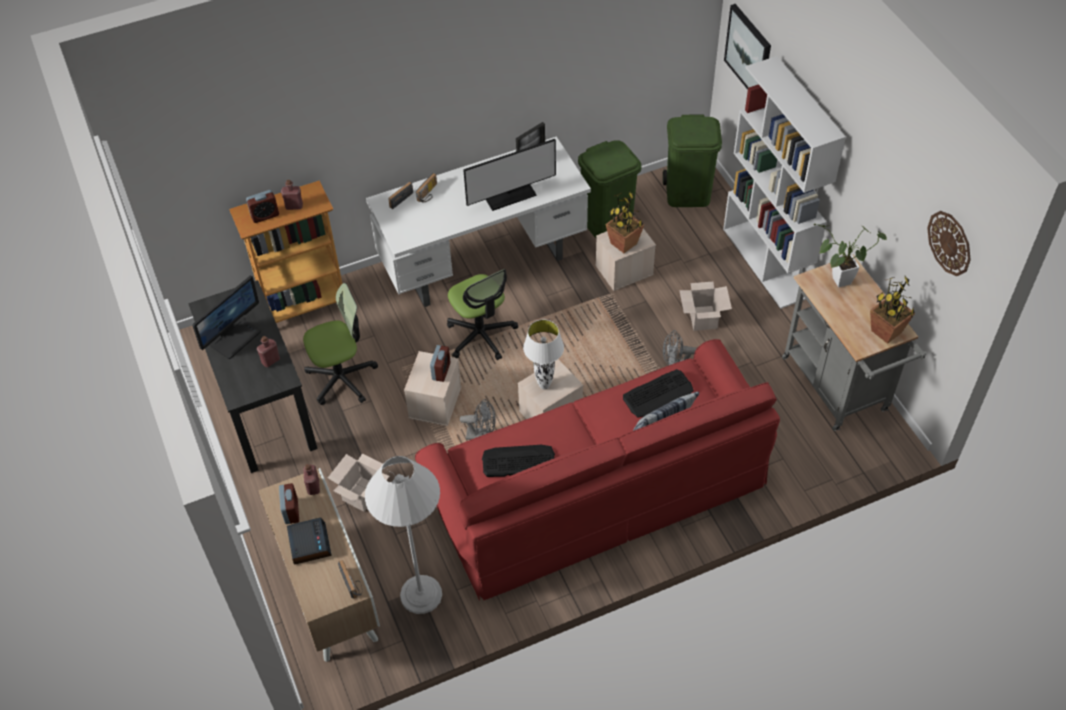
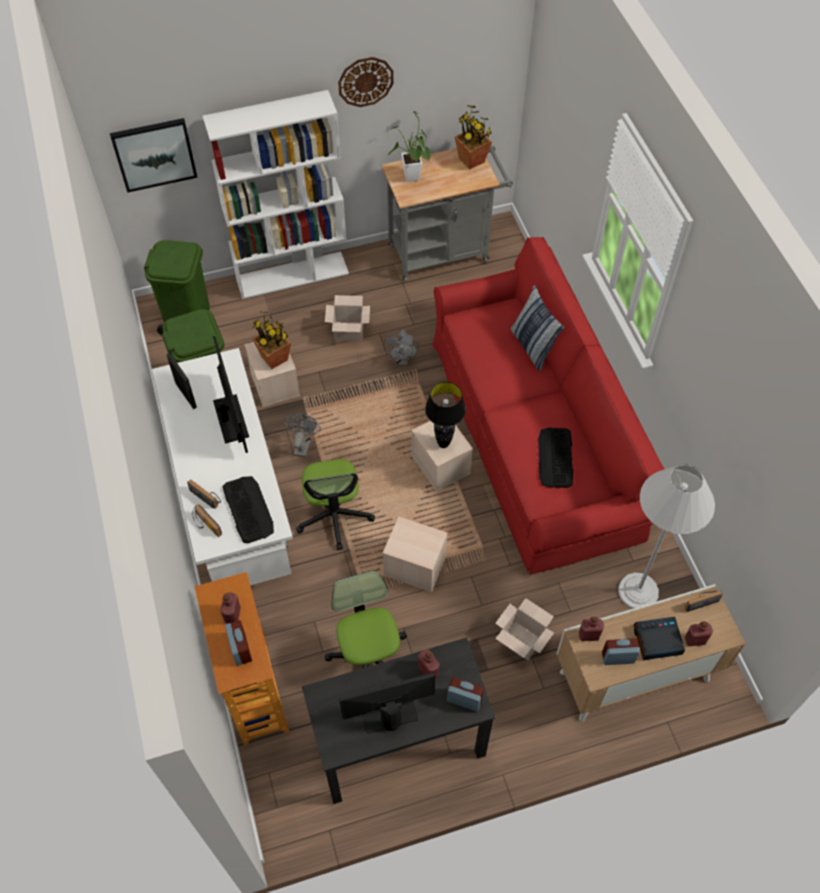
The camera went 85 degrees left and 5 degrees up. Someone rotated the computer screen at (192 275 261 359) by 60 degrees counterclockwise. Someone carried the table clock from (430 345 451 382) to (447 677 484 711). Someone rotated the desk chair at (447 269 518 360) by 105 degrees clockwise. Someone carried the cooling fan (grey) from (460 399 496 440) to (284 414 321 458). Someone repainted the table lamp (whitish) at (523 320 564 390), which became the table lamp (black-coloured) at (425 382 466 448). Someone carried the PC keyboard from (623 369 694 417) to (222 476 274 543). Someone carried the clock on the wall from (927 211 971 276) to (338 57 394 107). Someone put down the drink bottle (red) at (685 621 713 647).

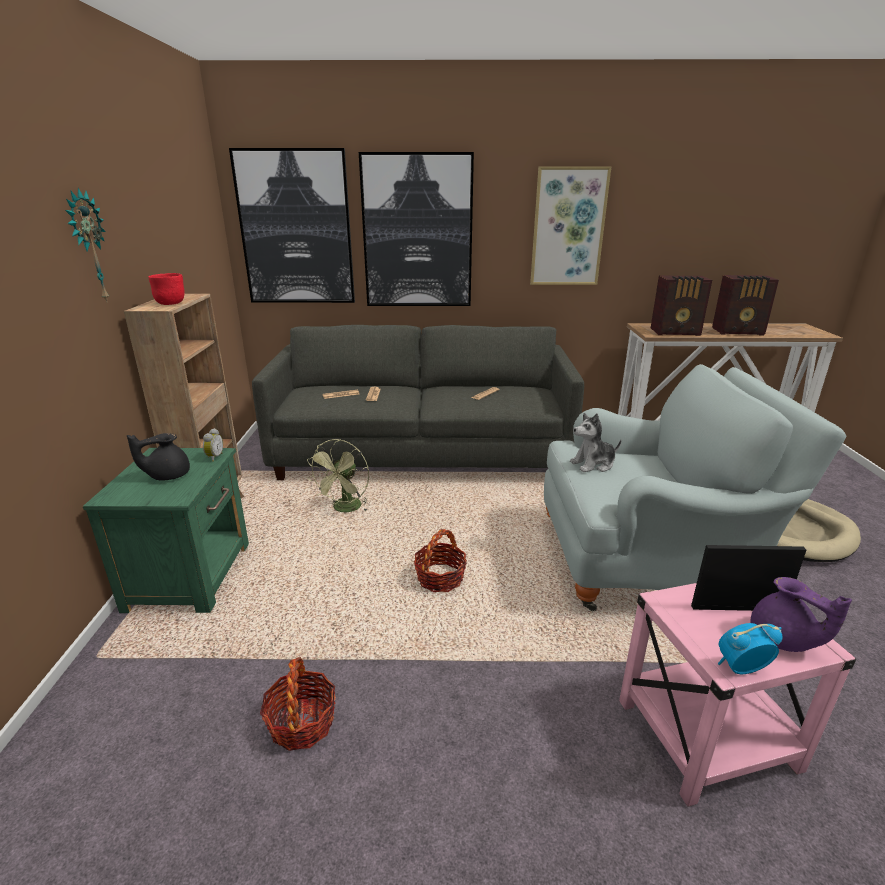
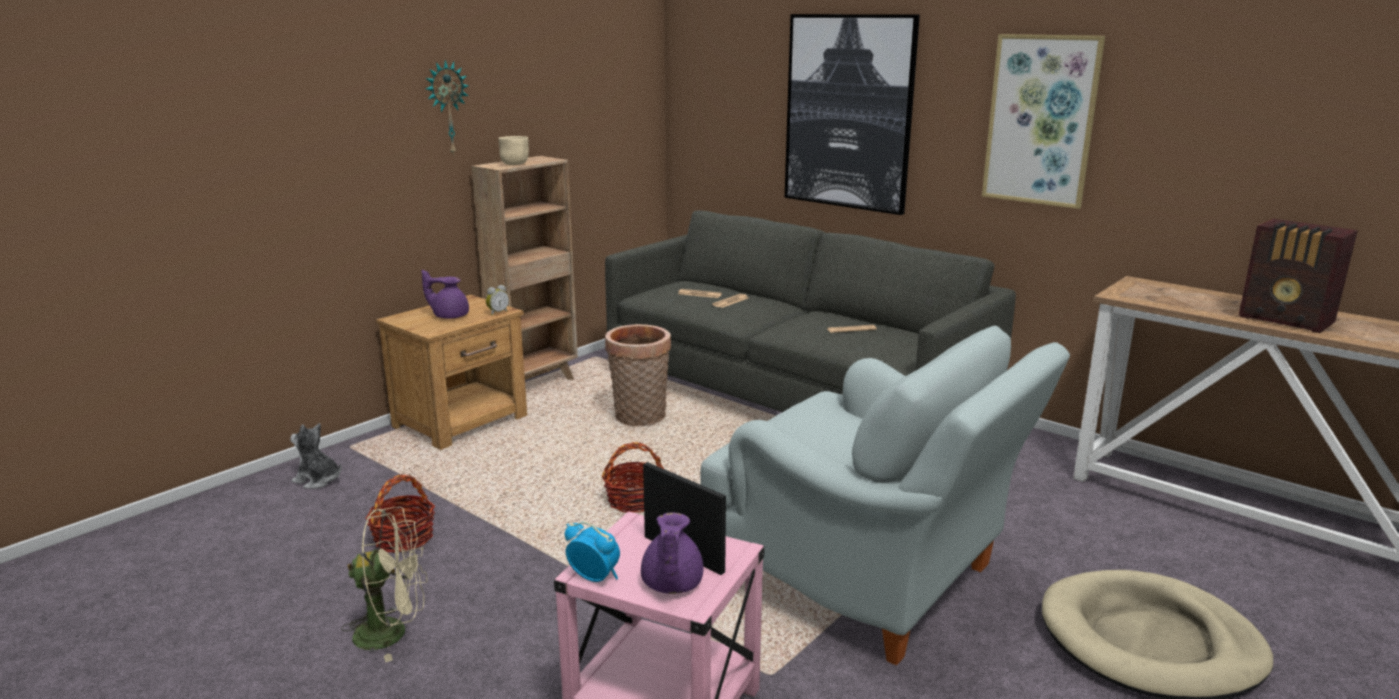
The camera went 40 degrees right and 5 degrees down. Someone repainted the night table (greenish) at (83 448 249 613), which became the night table (brown-coloured) at (376 295 527 450). Someone repainted the tea pot (black-coloured) at (127 433 190 481), which became the tea pot (purple) at (421 270 469 319). Someone repainted the serving bowl (red) at (148 273 185 305), which became the serving bowl (beige-coloured) at (498 136 529 165). Someone took away the wall picture at (229 148 355 303). Someone swapped the cooling fan (greenish) at (307 439 369 512) for the storage basket at (605 324 671 426). Someone carried the cuddly toy from (570 413 622 472) to (290 423 342 489). Someone took away the radio receiver at (651 275 712 336). Someone put down the cooling fan (beige-coloured) at (341 506 427 662).

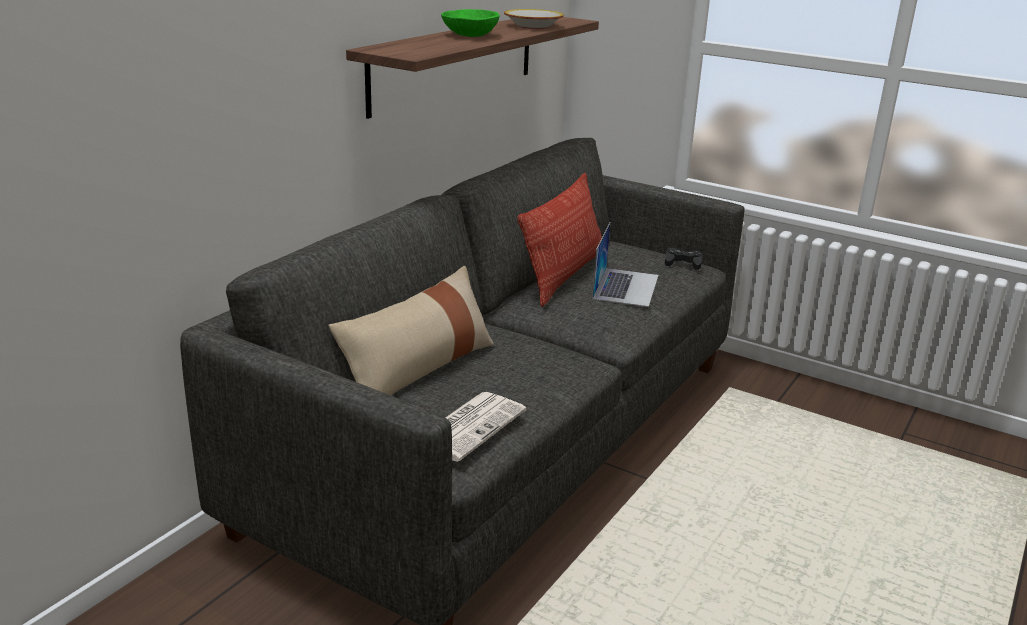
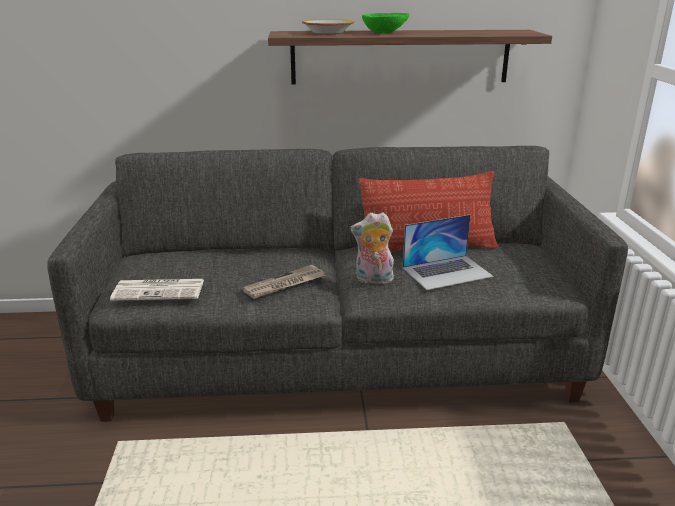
The camera went 55 degrees right and 0 degrees up. Someone took away the pillow (beige-coloured) at (328 266 494 395). Someone carried the serving bowl from (504 9 564 29) to (302 19 354 35). Someone took away the joypad (black-coloured) at (665 248 702 270). Someone put down the daily paper at (242 265 325 299). Someone put down the cuddly toy at (350 212 394 284).

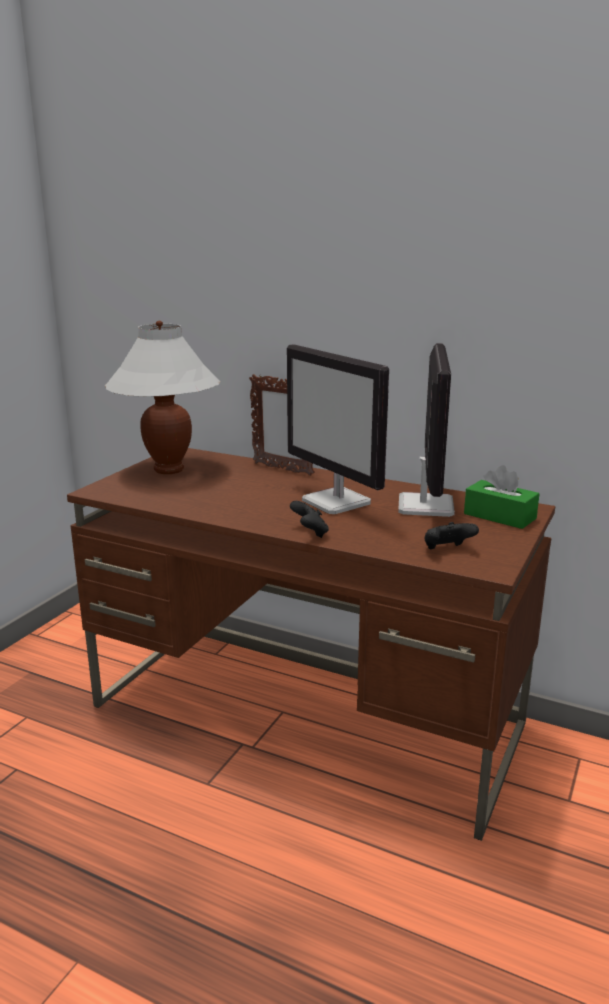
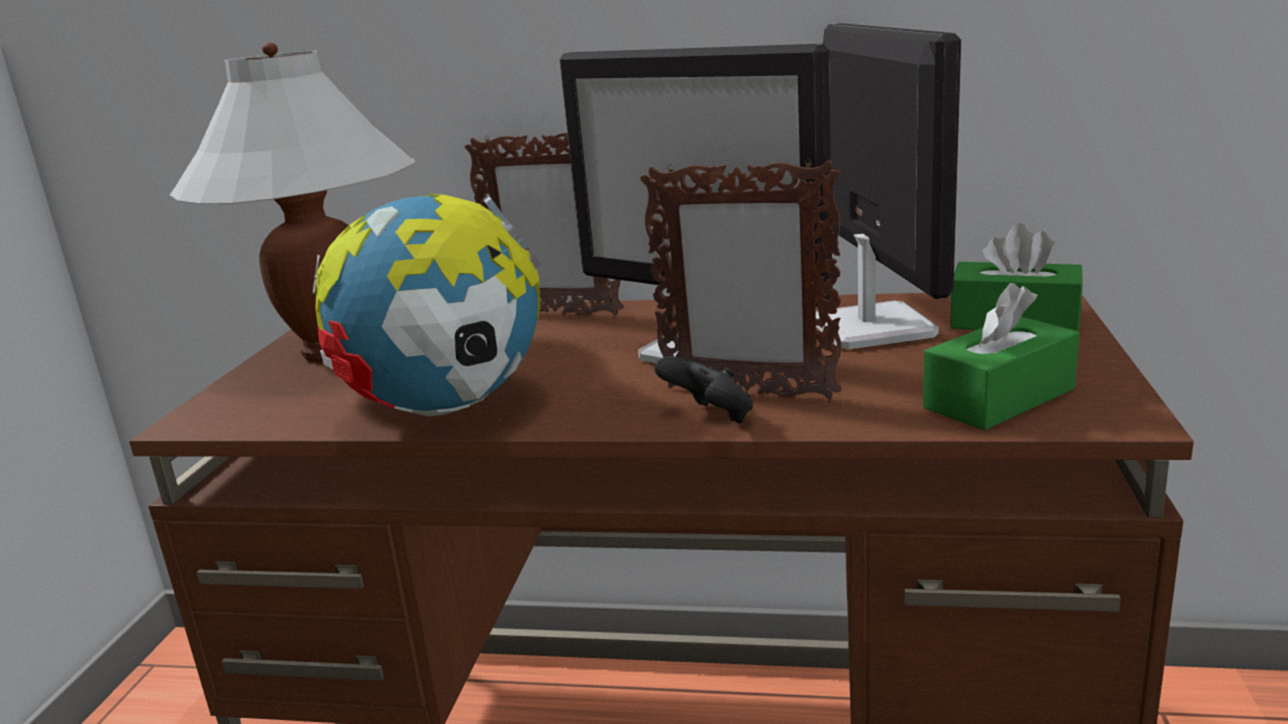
The camera went 15 degrees left and 0 degrees up. Someone swapped the joypad (black-coloured) at (425 522 479 549) for the box of tissues (greenish) at (923 283 1079 430). Someone put down the desk globe at (313 194 541 416). Someone put down the standing frame at (640 159 842 399).

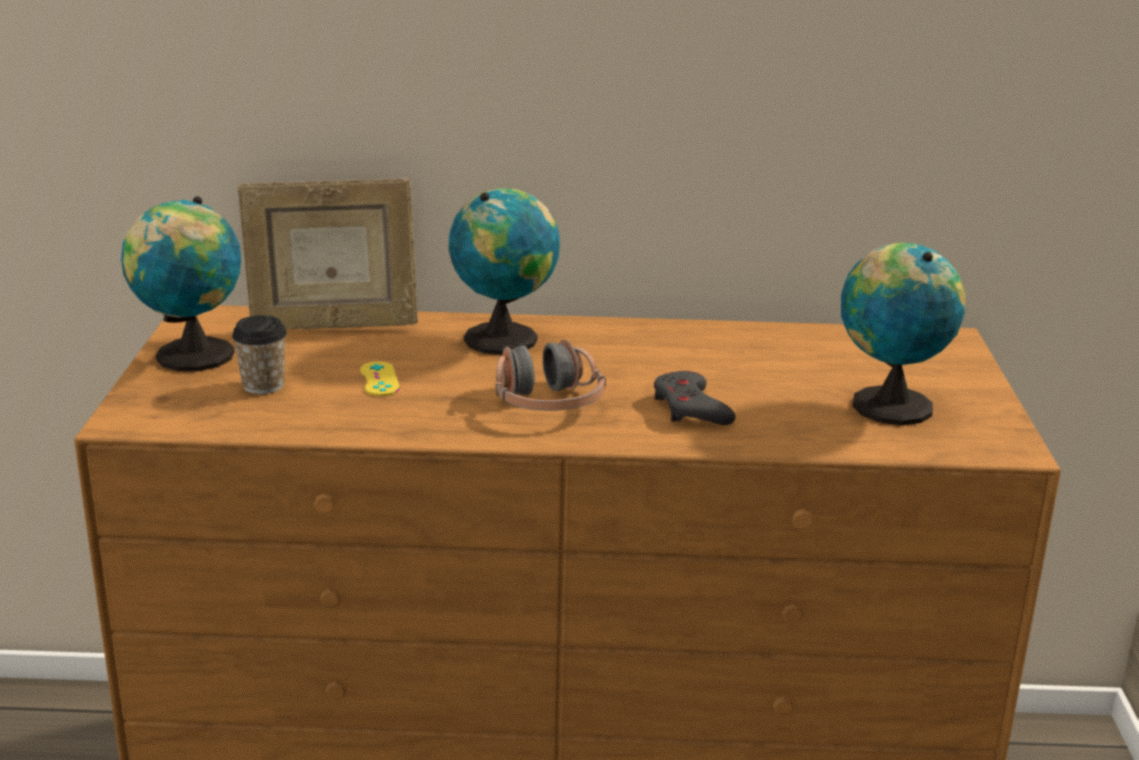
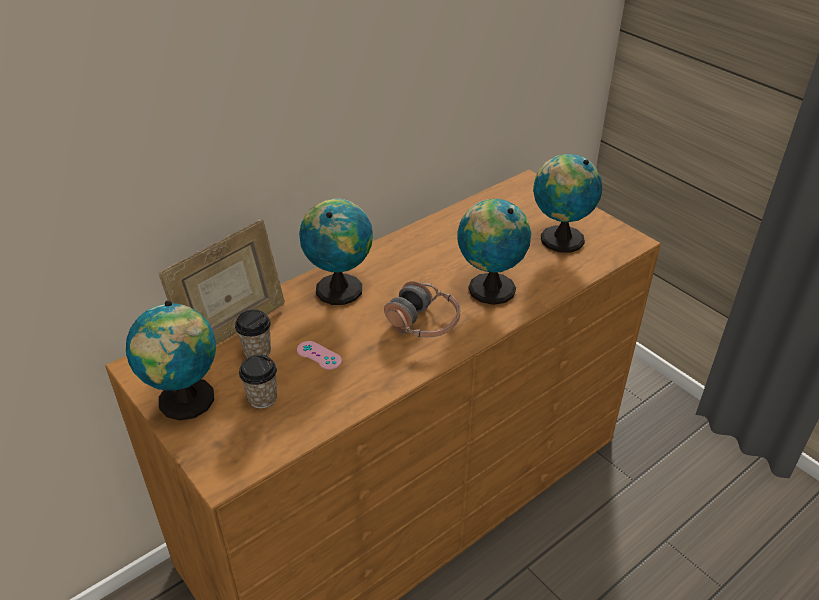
The camera went 40 degrees left and 15 degrees up. Someone repainted the joypad (yellow-coloured) at (360 361 399 396), which became the joypad (pinkish) at (297 341 342 370). Someone swapped the joypad (grey) at (654 371 736 425) for the desk globe at (457 199 531 305). Someone put down the drinking cup at (235 309 271 358).

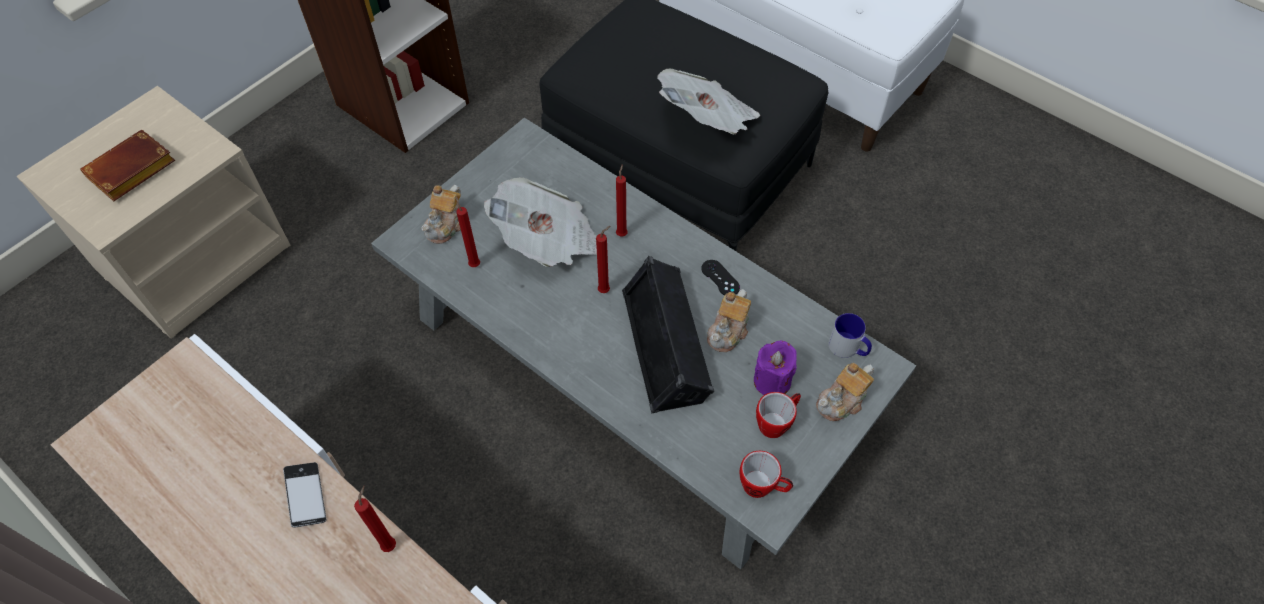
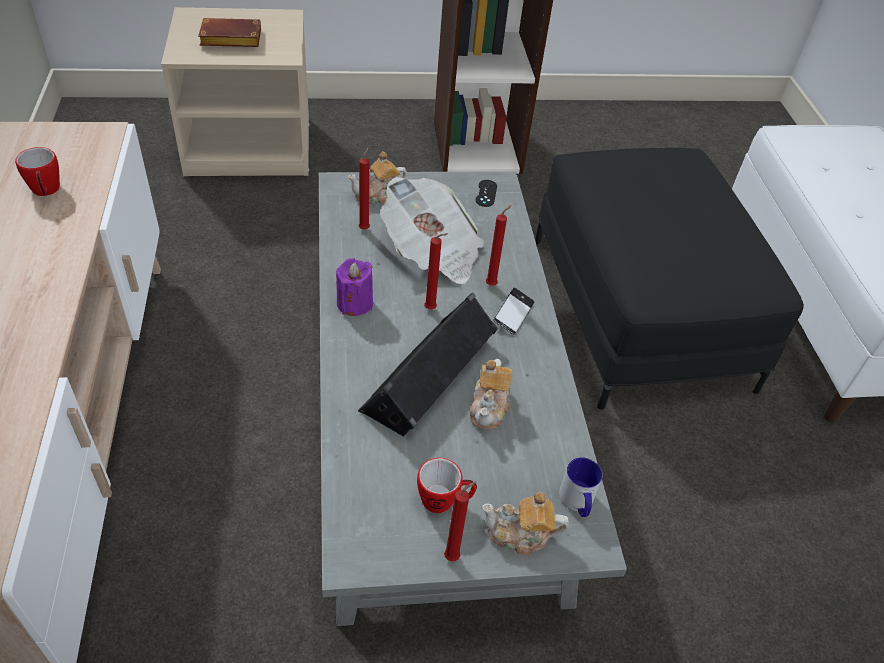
The camera went 40 degrees right and 10 degrees down. Someone carried the phone from (283 462 326 528) to (493 288 535 335). Someone carried the wax candle (red) from (354 486 396 552) to (444 481 476 562). Someone took away the daily paper at (657 68 760 134). Someone carried the joypad (black-coloured) from (701 260 740 295) to (476 180 497 207). Someone rotated the tea pot at (707 289 751 352) by 60 degrees counterclockwise. Someone carried the mug from (740 451 793 498) to (15 147 60 196). Someone carried the wax candle (purple) from (754 340 797 395) to (336 258 373 316).

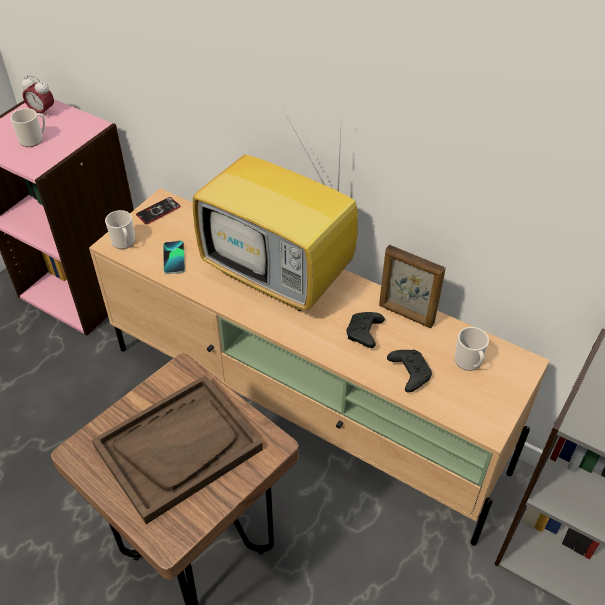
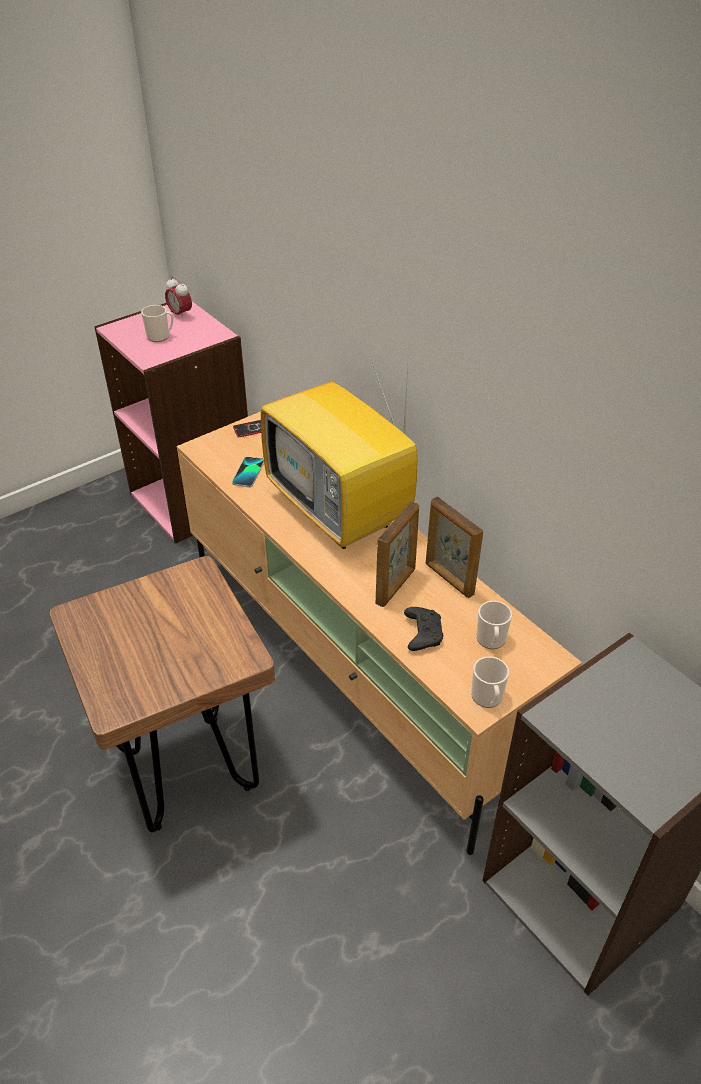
The camera went 20 degrees right and 5 degrees down. Someone took away the serving tray (brown-coloured) at (92 375 263 524). Someone carried the mug from (105 210 135 249) to (471 656 509 708). Someone swapped the joypad (black-coloured) at (346 312 385 348) for the standing frame at (375 502 419 607).

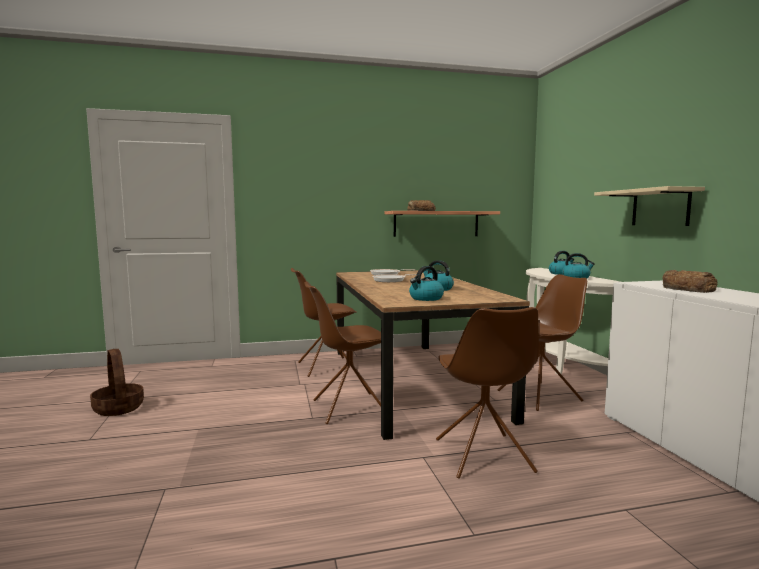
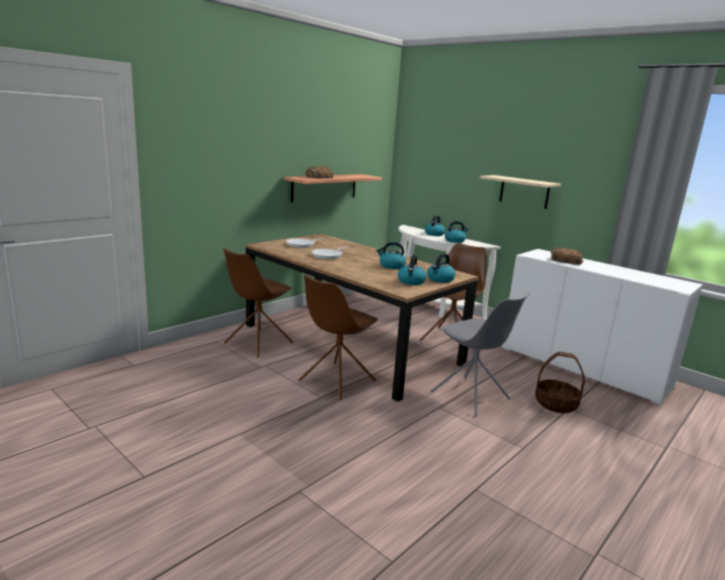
The camera went 35 degrees left and 10 degrees up. Someone carried the storage basket from (90 349 144 416) to (535 352 585 413). Someone repainted the plain chair (brown-coloured) at (436 307 539 479), which became the plain chair (grey) at (431 293 530 416). Someone put down the tea kettle at (427 253 456 283).

